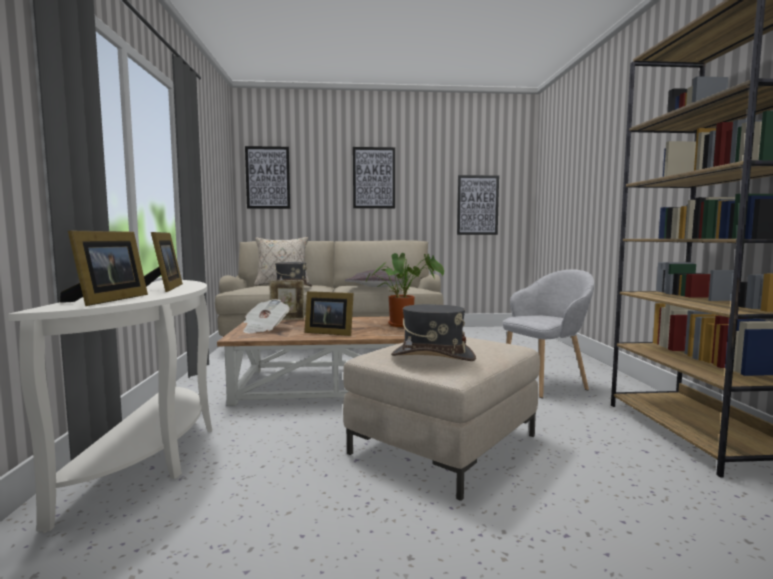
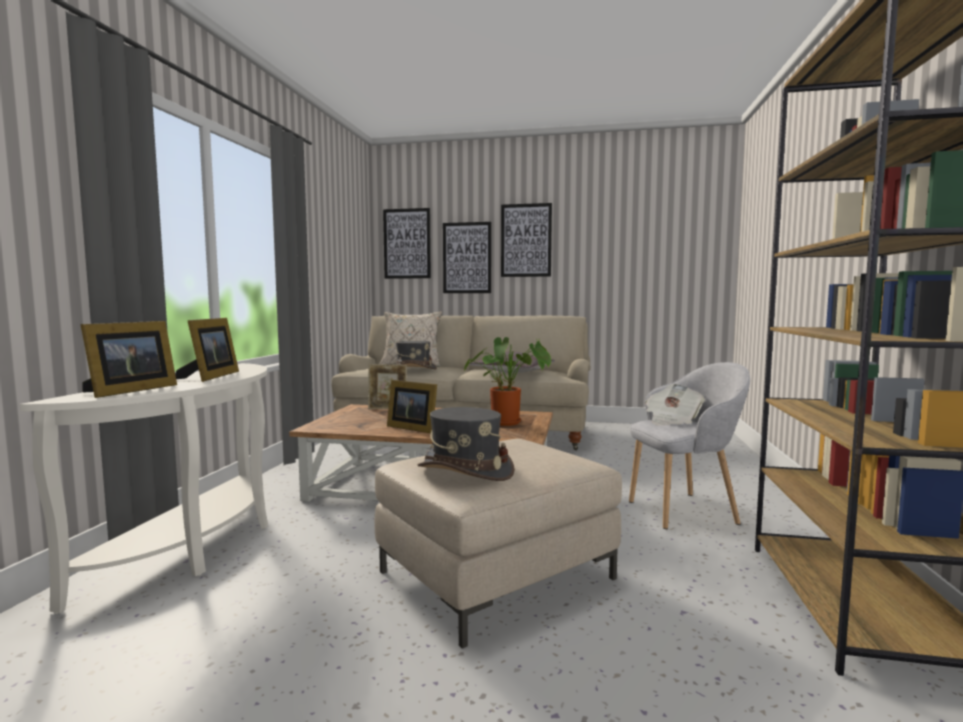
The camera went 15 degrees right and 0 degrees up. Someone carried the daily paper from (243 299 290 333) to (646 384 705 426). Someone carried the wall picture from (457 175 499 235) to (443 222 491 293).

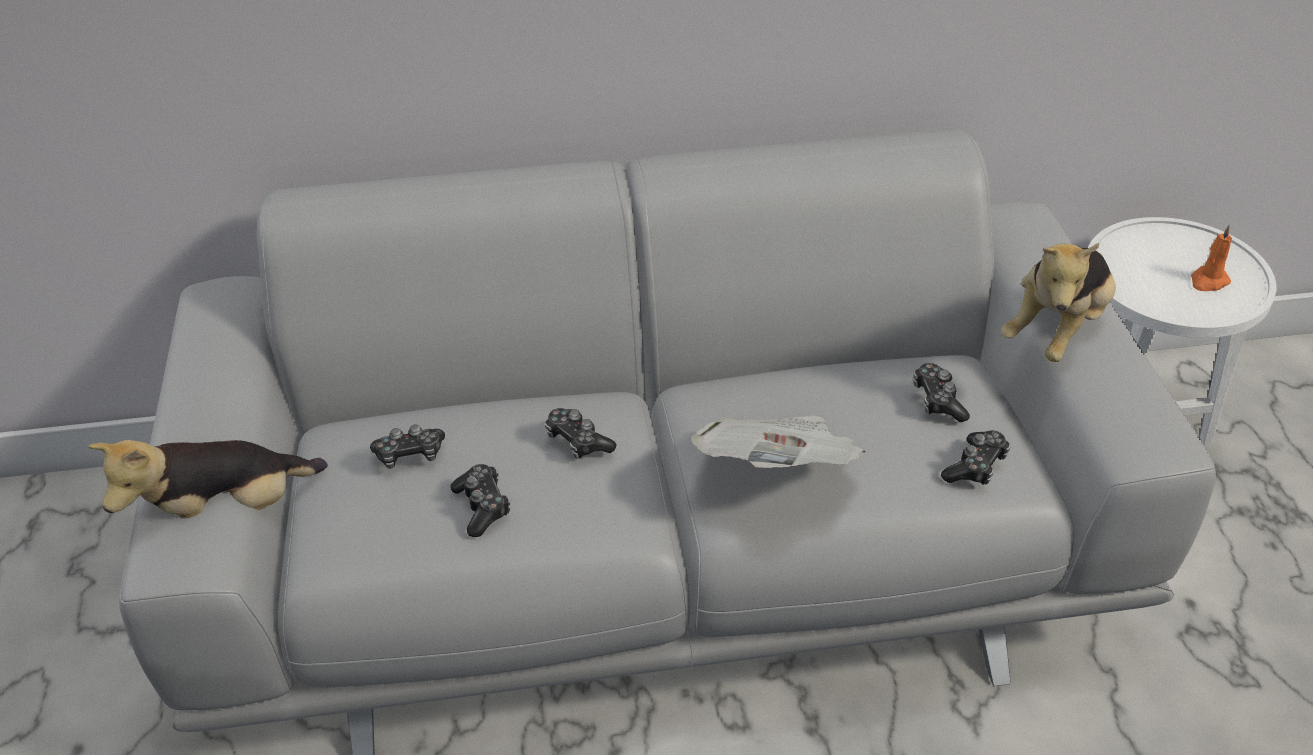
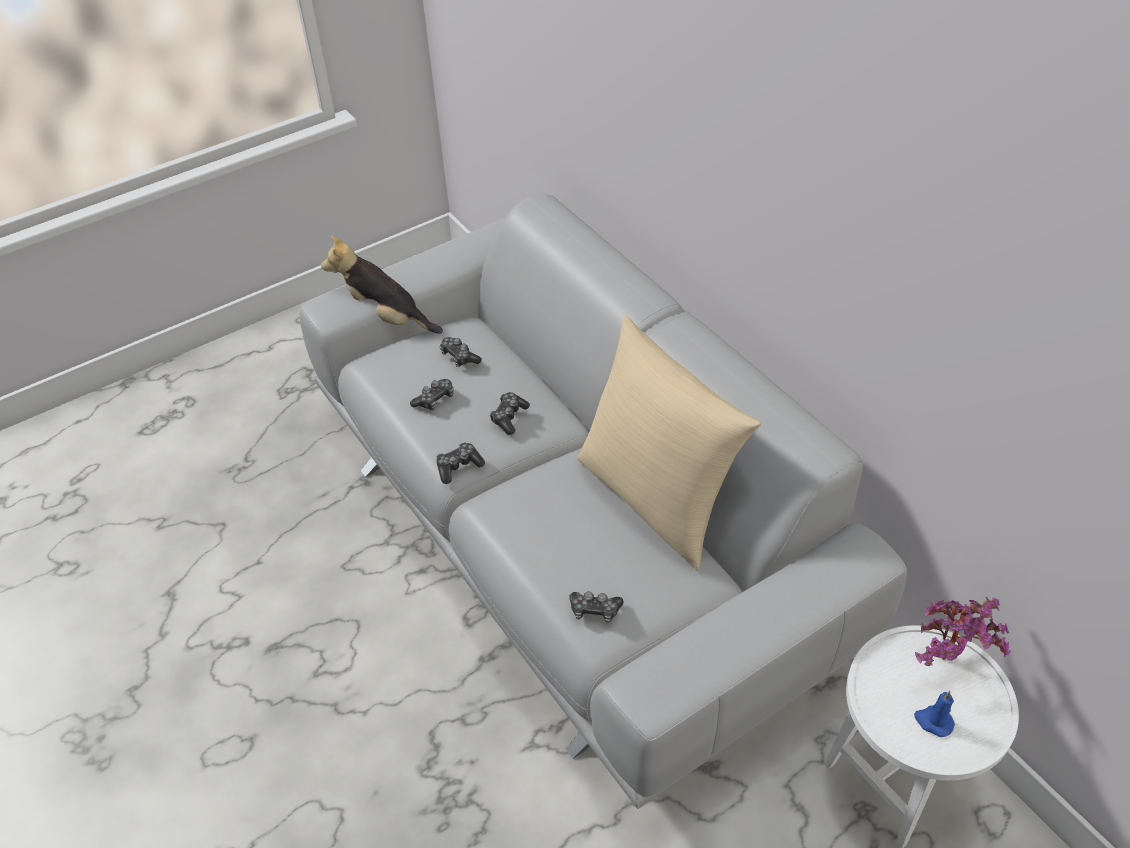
The camera went 65 degrees right and 5 degrees up. Someone took away the daily paper at (691 415 867 468). Someone carried the joypad from (913 363 970 422) to (436 442 485 484). Someone took away the cuddly toy at (1000 243 1116 362). Someone repainted the wax candle (orangey) at (1191 225 1232 291), which became the wax candle (bluish) at (914 691 955 737). Someone put down the pillow (beige-coloured) at (578 316 761 571). Someone put down the houseplant at (915 597 1011 666).

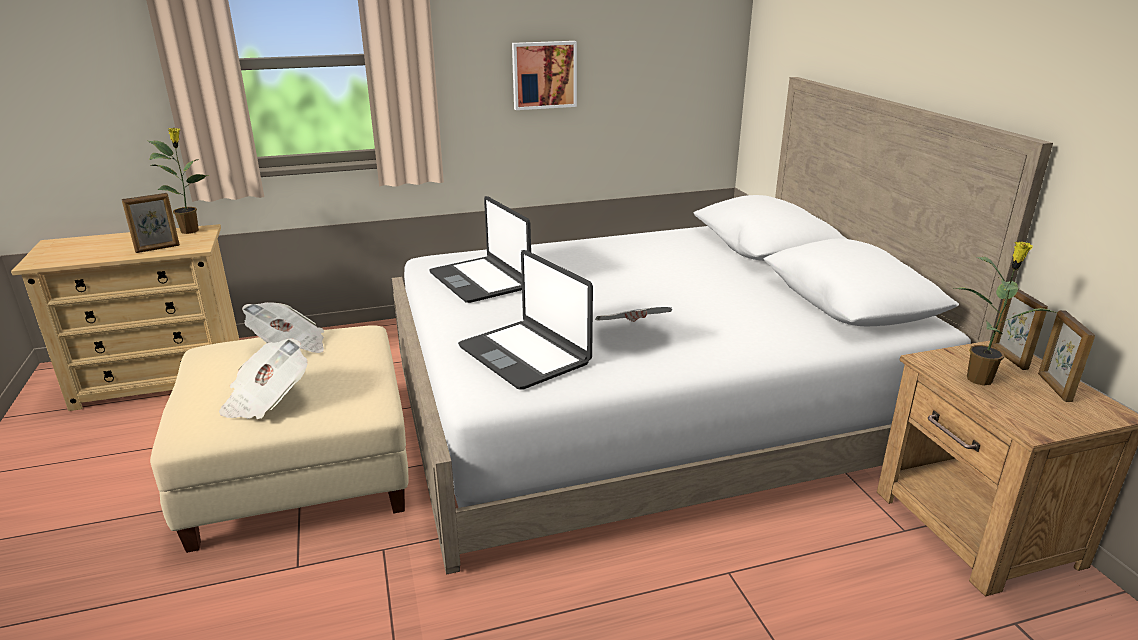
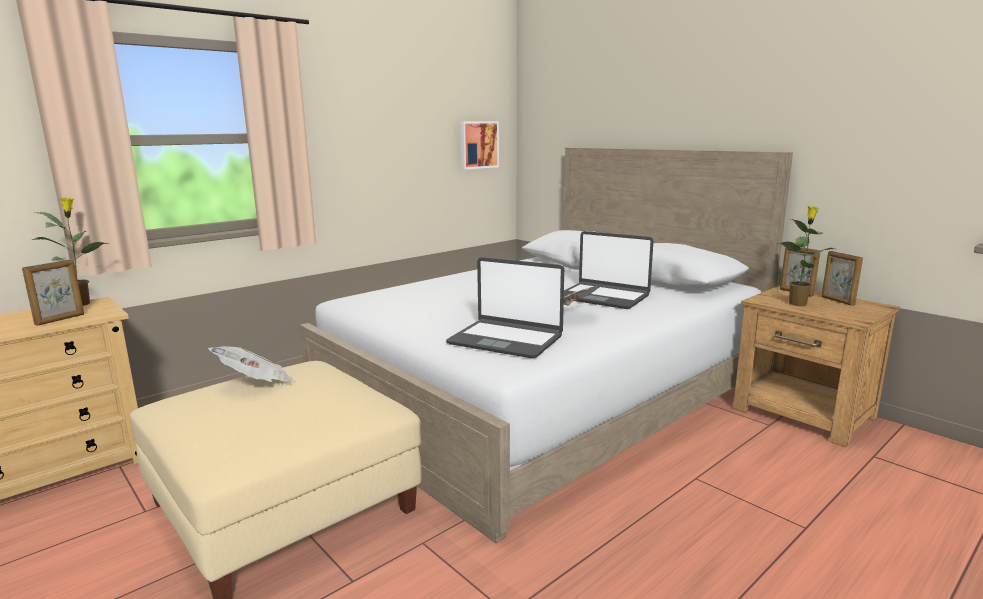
The camera went 25 degrees left and 10 degrees down. Someone took away the daily paper at (219 338 308 419). Someone carried the portable computer from (429 196 531 303) to (564 231 654 309). Someone carried the wall picture from (512 41 577 110) to (460 121 499 170).

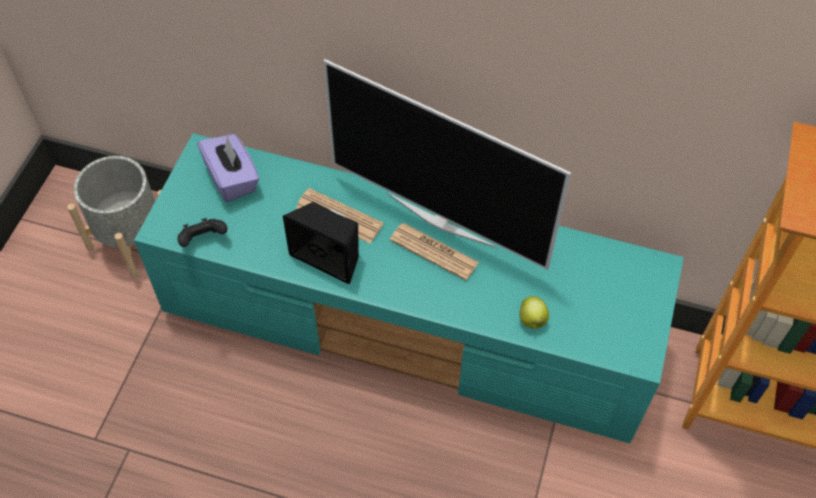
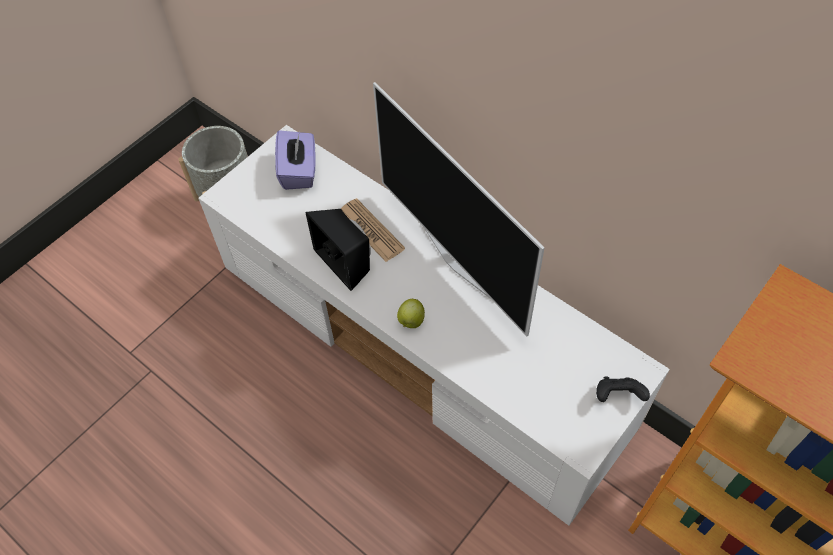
The camera went 25 degrees right and 0 degrees up. Someone repainted the tv stand (turquoise) at (134 134 684 443), which became the tv stand (whitish) at (198 125 670 526). Someone carried the joypad (black-coloured) from (177 218 227 247) to (596 377 650 402). Someone took away the daily paper at (390 223 479 280). Someone carried the apple from (519 296 549 329) to (397 299 425 328).

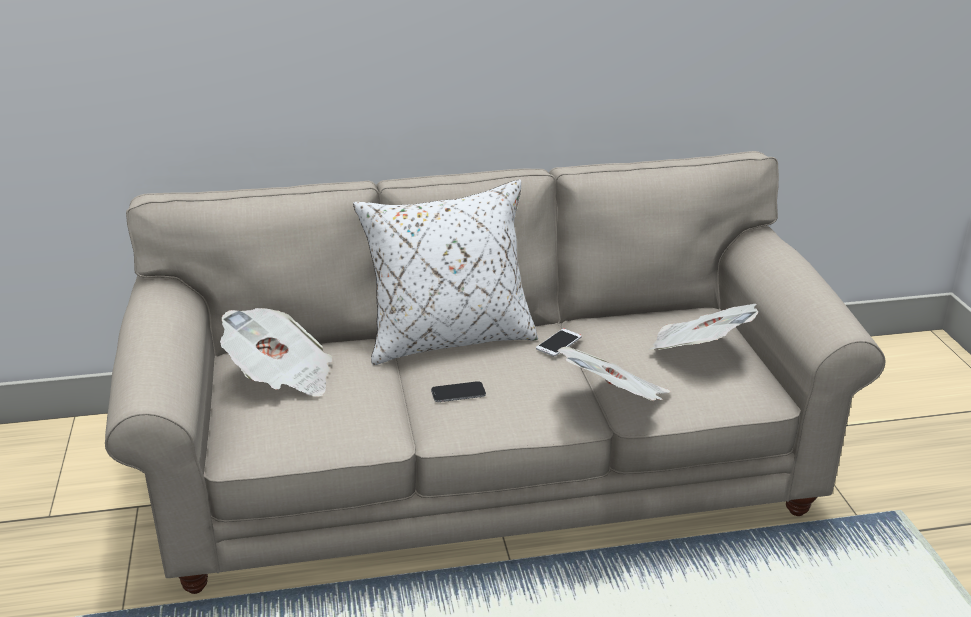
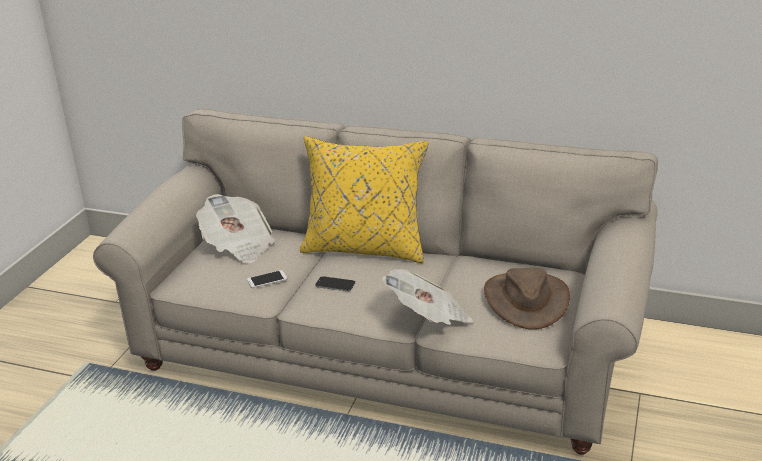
The camera went 30 degrees right and 0 degrees up. Someone repainted the pillow (whitish) at (353 180 538 365), which became the pillow (yellow-coloured) at (300 136 429 263). Someone carried the phone from (536 329 581 356) to (247 270 288 288). Someone swapped the daily paper at (649 304 758 350) for the clothing hat (brown-coloured) at (484 268 570 330).

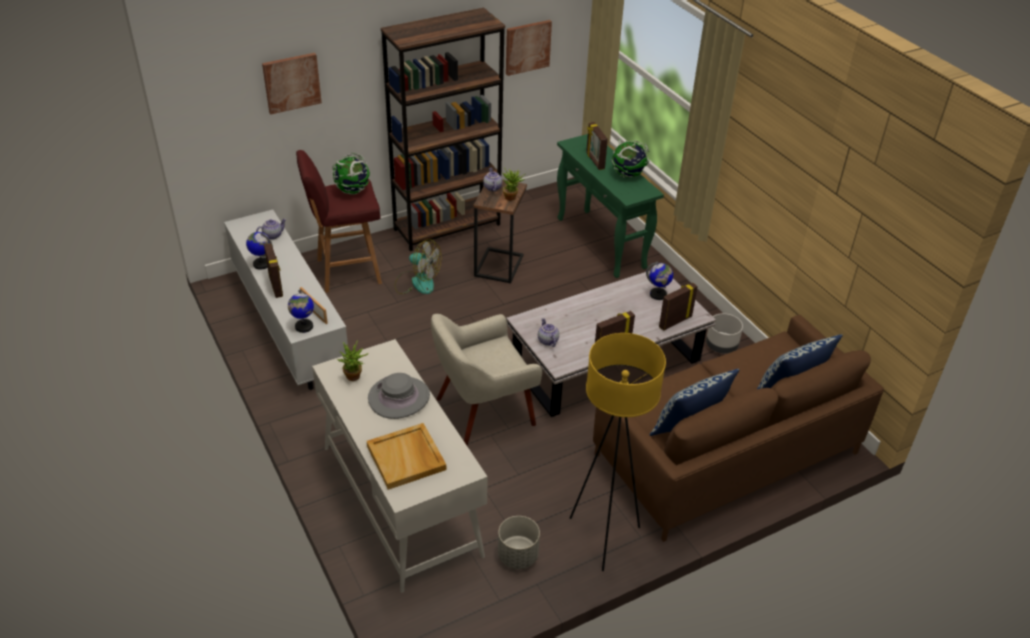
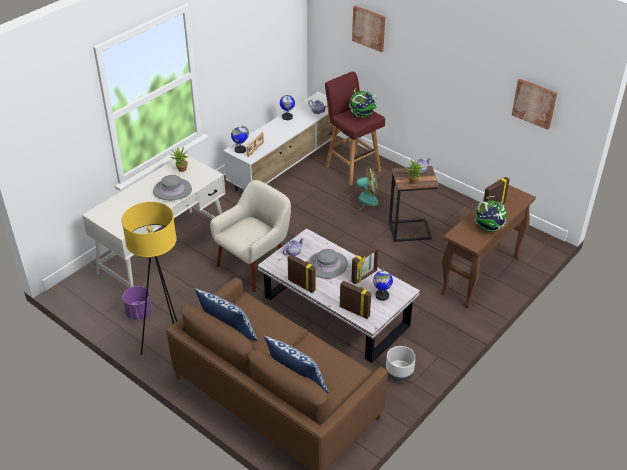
The camera went 70 degrees right and 0 degrees up. Someone carried the standing frame from (264 243 283 298) to (351 245 379 284). Someone took away the serving tray (beige-coloured) at (367 423 446 490). Someone took away the shelving unit (brown-coloured) at (381 8 505 251). Someone rotated the cooling fan at (395 239 441 294) by 90 degrees counterclockwise. Someone rotated the armchair (beige-coloured) at (431 314 542 445) by 90 degrees clockwise. Someone repainted the plant pot (grey) at (498 516 540 569), which became the plant pot (purple) at (122 286 152 320). Someone repainted the hall table (greenish) at (557 134 664 278), which became the hall table (brown-coloured) at (441 185 536 308). Someone put down the clothing hat (grey) at (308 249 348 279).

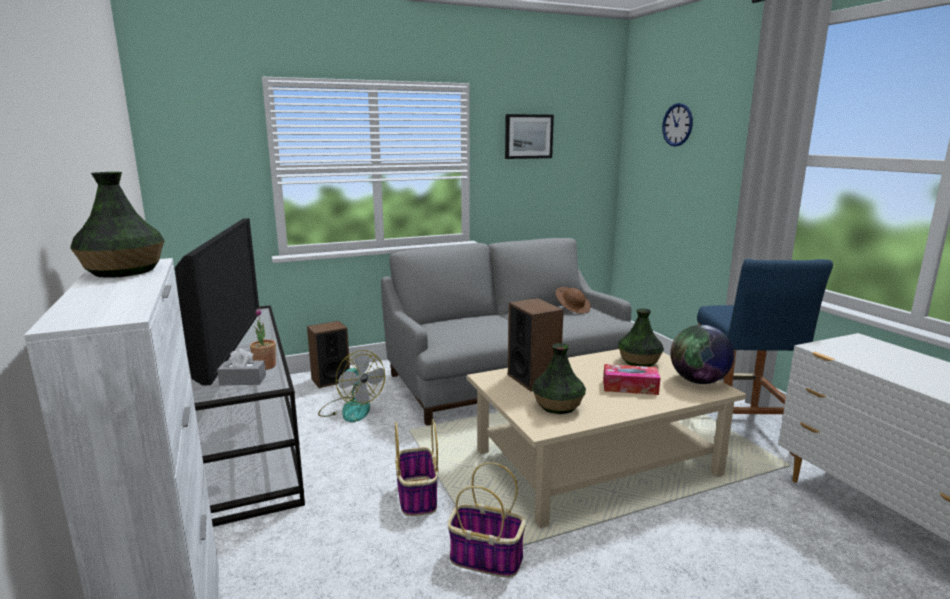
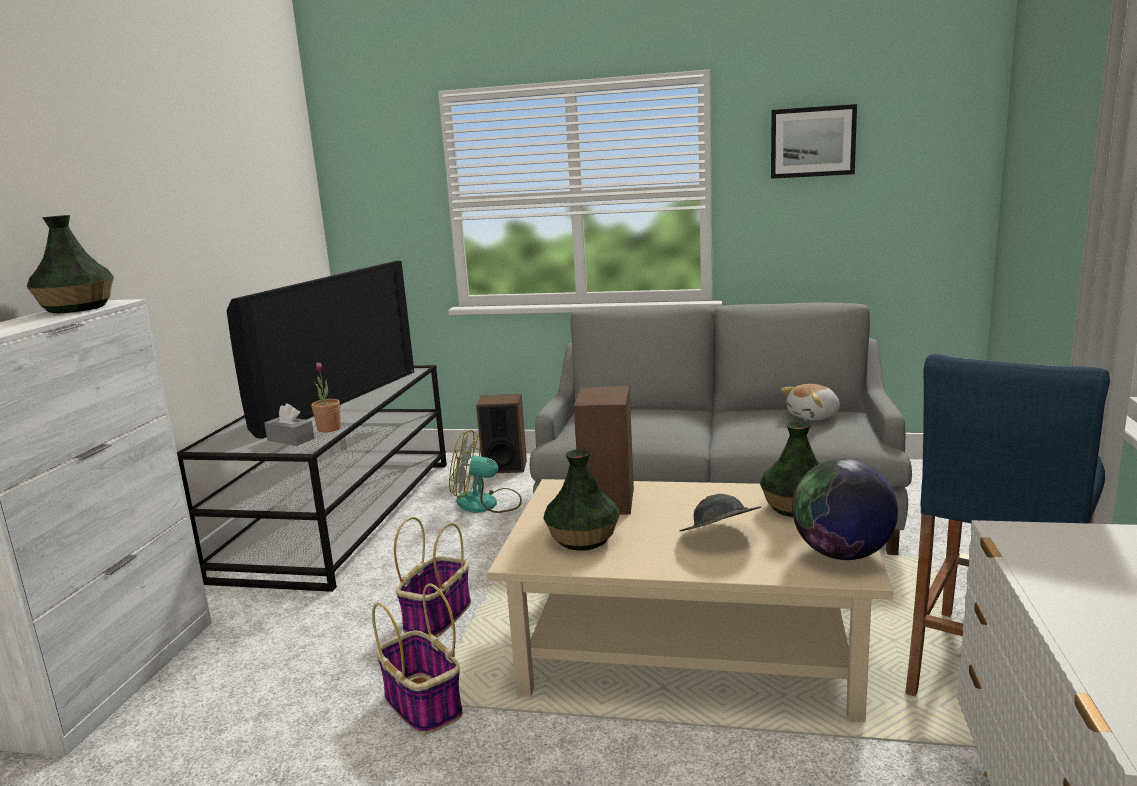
The camera went 35 degrees right and 0 degrees up. Someone rotated the cooling fan at (318 350 385 422) by 105 degrees clockwise. Someone swapped the clothing hat (brown-coloured) at (555 287 591 314) for the cuddly toy at (781 384 840 421). Someone swapped the box of tissues at (603 364 660 395) for the clothing hat (grey) at (679 494 761 531). Someone took away the clock on the wall at (662 103 693 147).

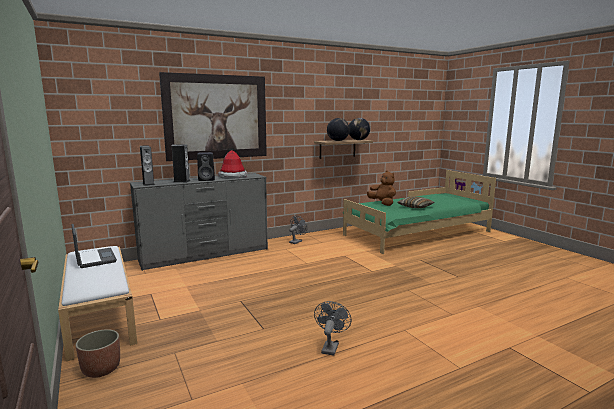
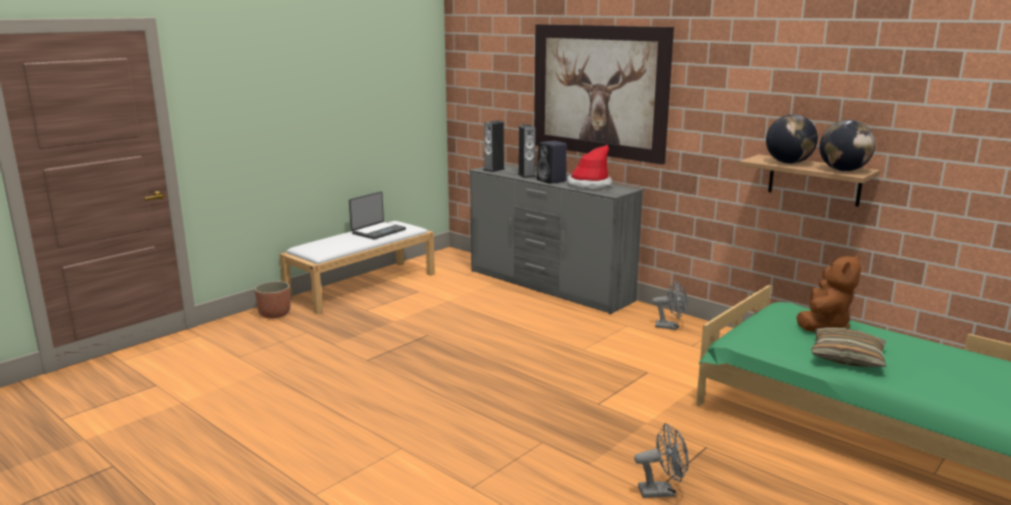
The camera went 70 degrees right and 5 degrees up. Someone carried the cooling fan (grey) from (314 301 352 356) to (634 423 689 498).

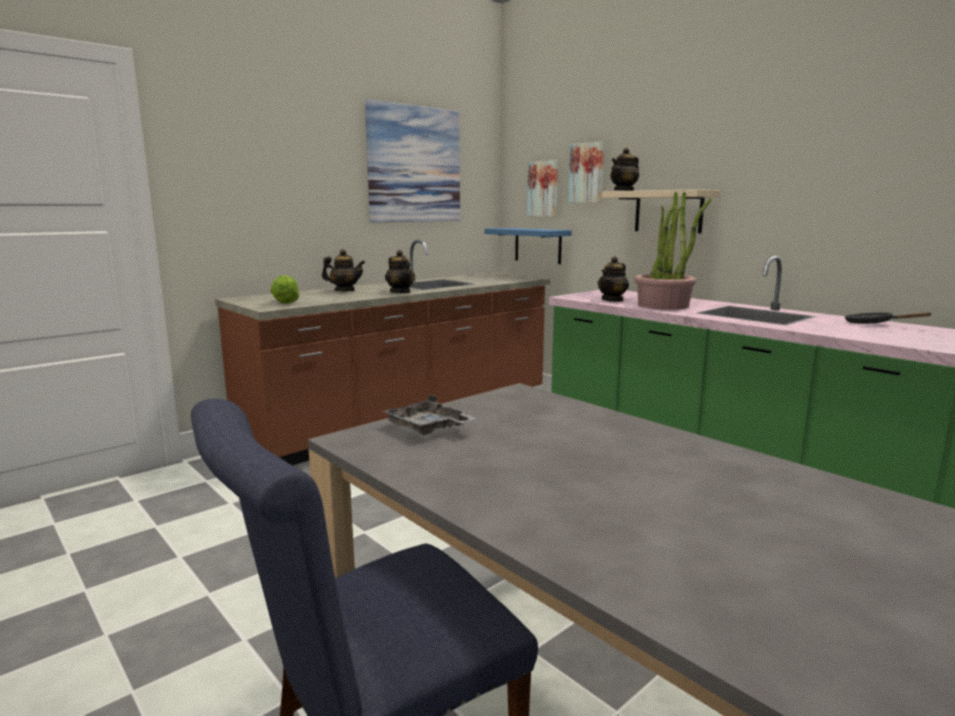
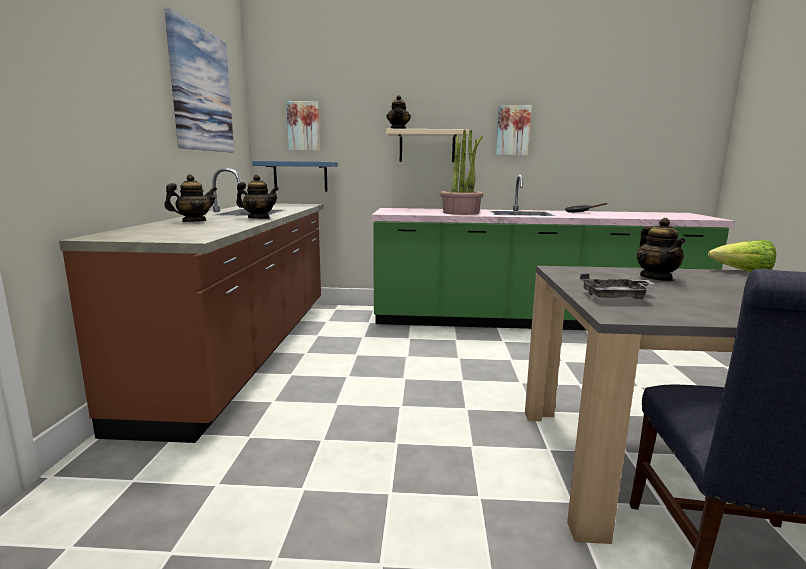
The camera went 45 degrees left and 0 degrees up. Someone carried the head of lettuce from (270 275 300 304) to (708 240 776 272). Someone carried the wall picture from (568 141 604 203) to (496 105 532 156). Someone carried the tea pot from (598 256 629 302) to (637 218 686 281).

